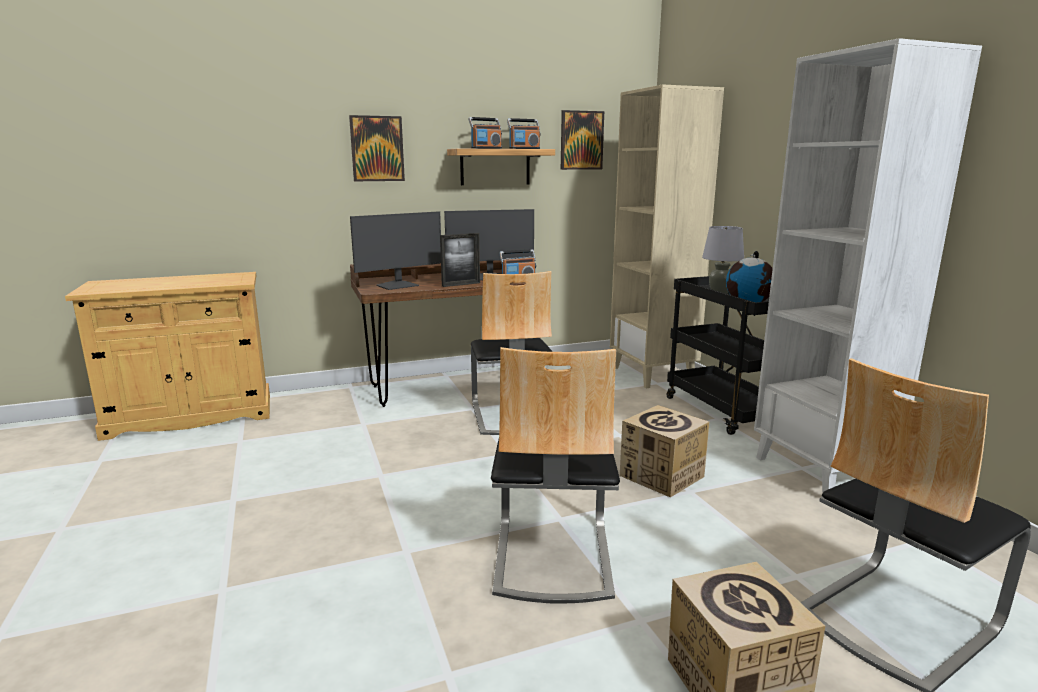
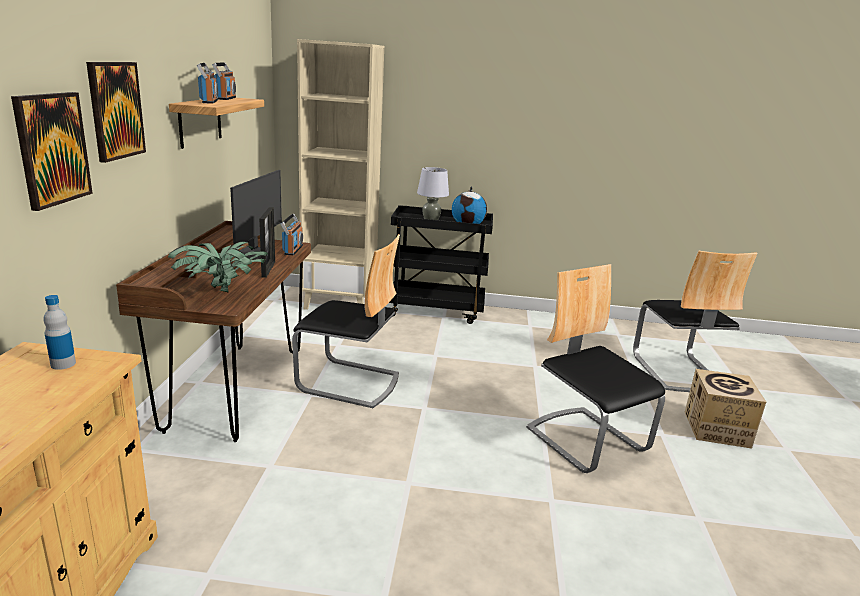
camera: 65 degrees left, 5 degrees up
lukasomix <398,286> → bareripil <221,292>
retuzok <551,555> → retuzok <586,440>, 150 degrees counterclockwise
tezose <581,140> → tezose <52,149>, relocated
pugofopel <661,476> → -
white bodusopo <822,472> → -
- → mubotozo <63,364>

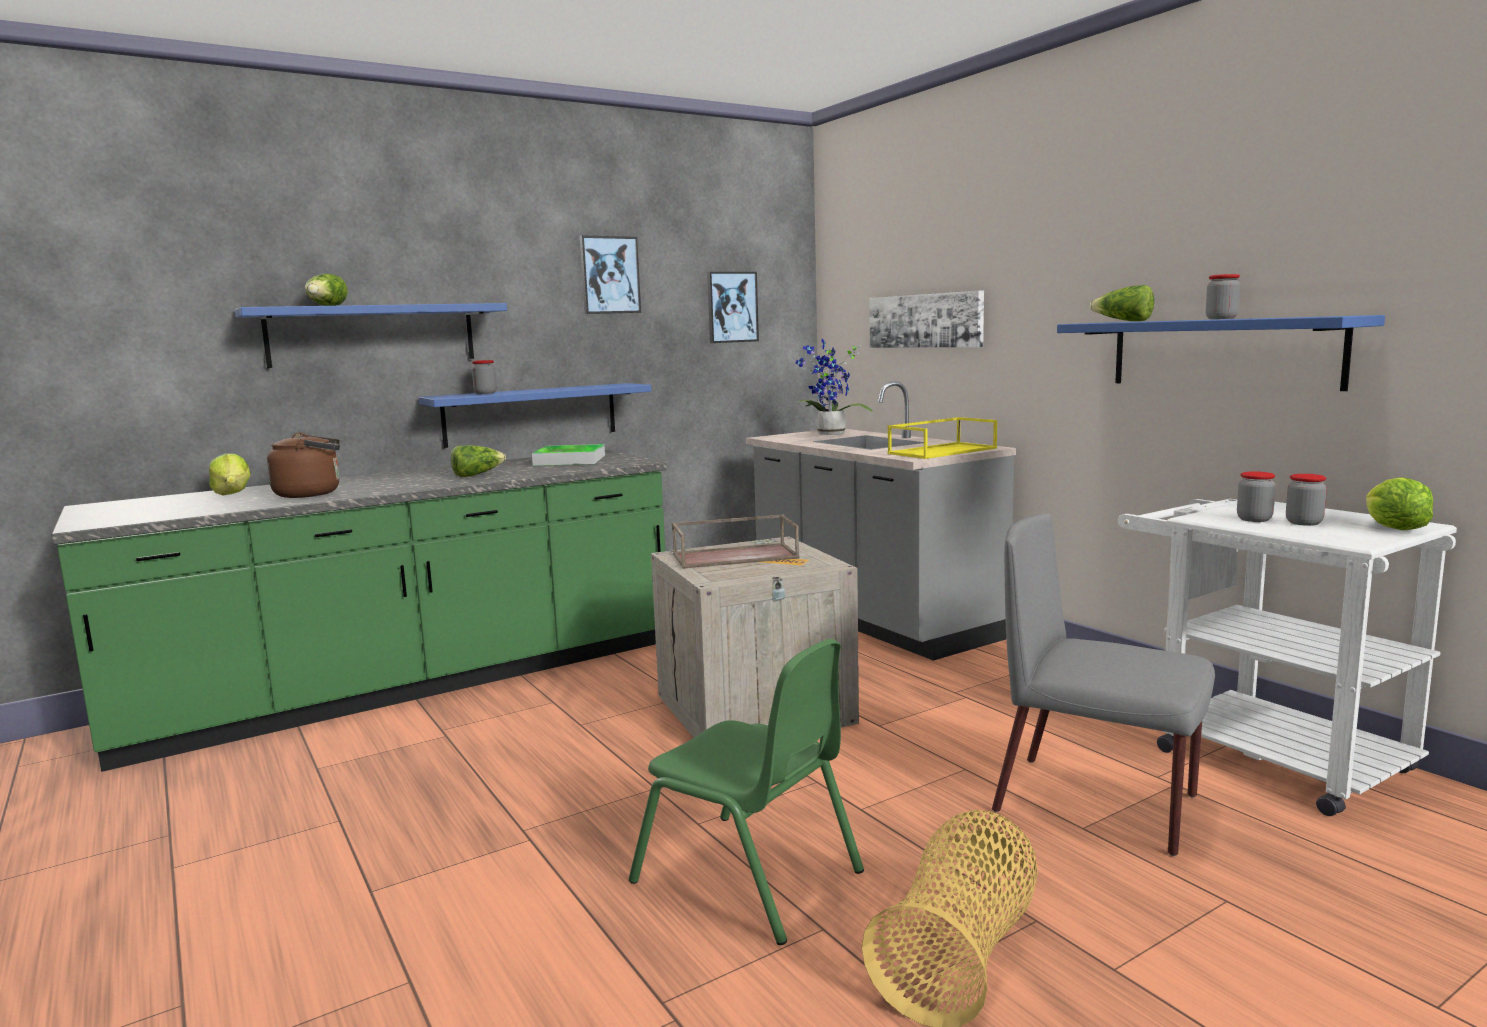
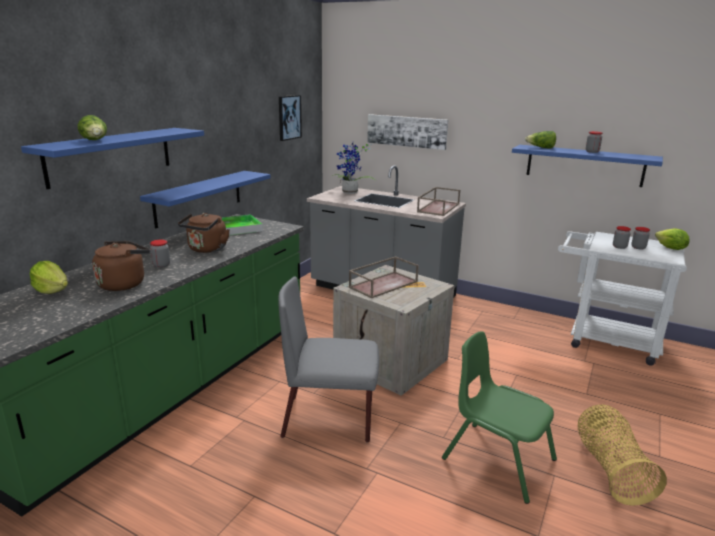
camera: 30 degrees left, 10 degrees up
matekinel <477,475> → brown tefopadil <206,249>
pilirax <485,393> → pilirax <161,265>, relocated
tezose <609,275> → -
green retuzok <748,877> → green retuzok <498,459>, 150 degrees counterclockwise
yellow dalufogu <942,451> → brown dalufogu <438,207>
grey retuzok <1099,804> → grey retuzok <330,419>, relocated

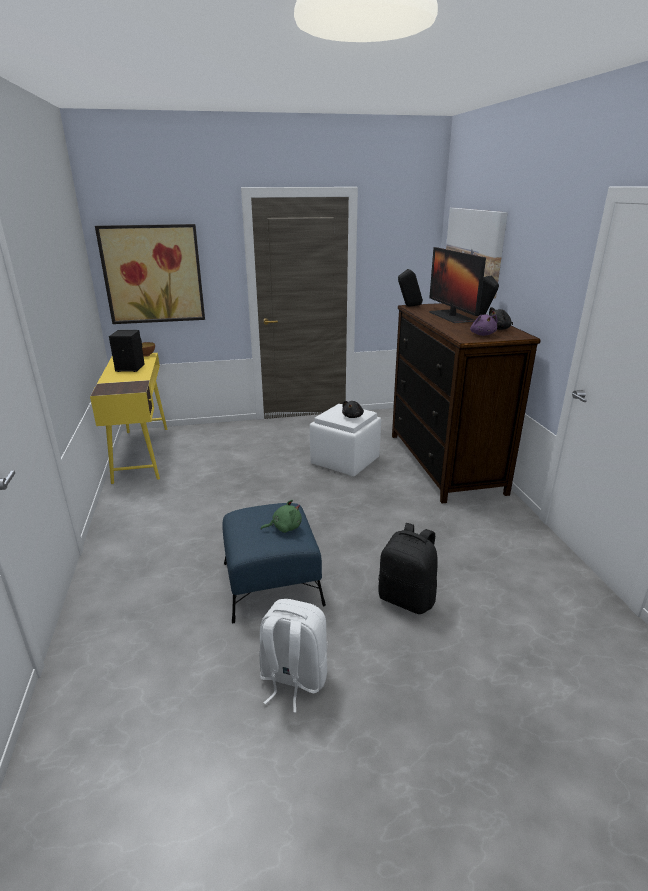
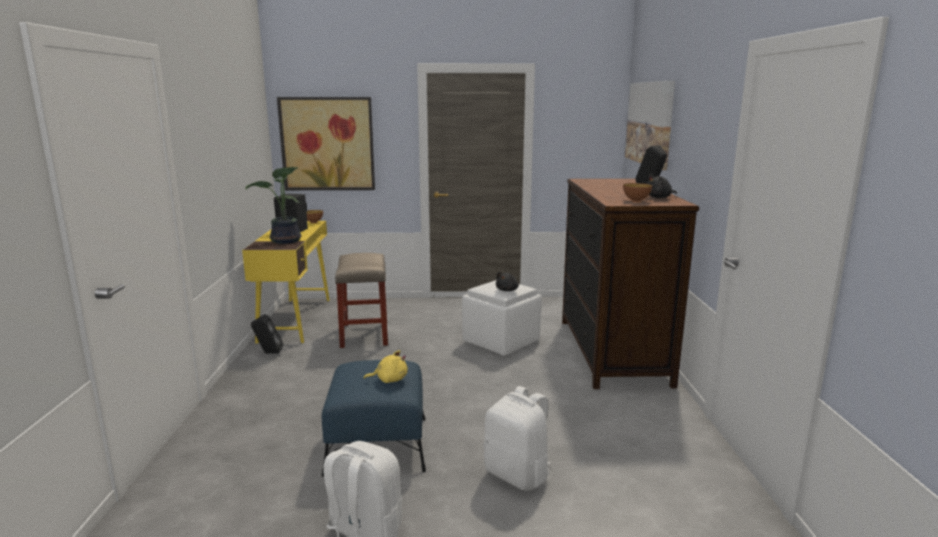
camera: 10 degrees right, 10 degrees down
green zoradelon <284,527> → yellow zoradelon <389,379>
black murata <407,598> → white murata <518,475>
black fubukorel <408,306> → black fubukorel <268,353>, relocated
lukasomix <451,316> → -
purple zoradelon <482,334> → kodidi <636,201>
- → bareripil <285,241>
- → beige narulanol <365,335>

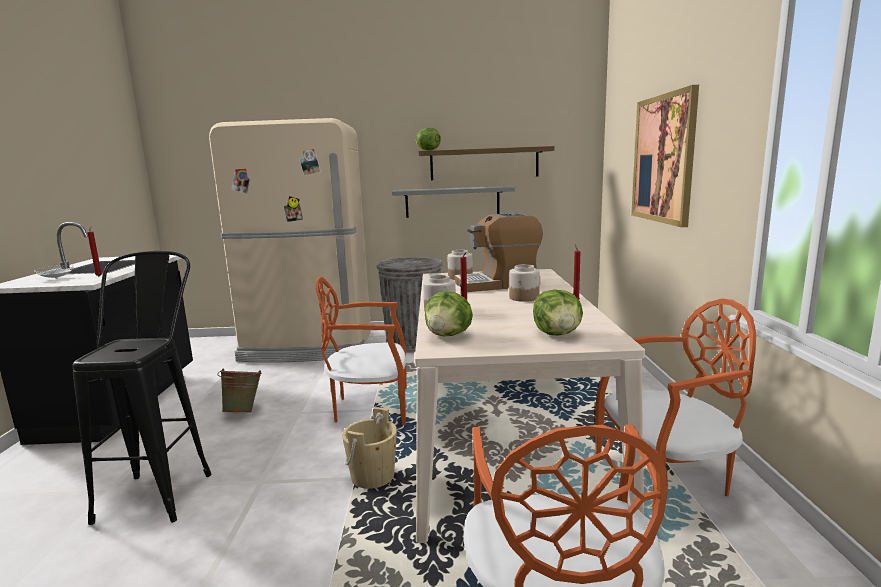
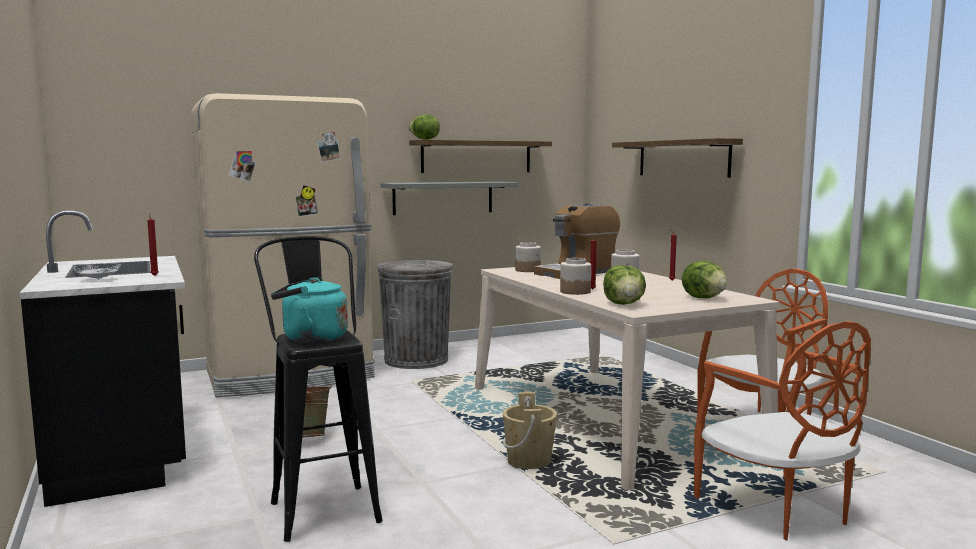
camera: 25 degrees left, 5 degrees down
orange retuzok <370,408> → -
tezose <663,159> → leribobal <682,158>
- → turquoise tefopadil <310,338>

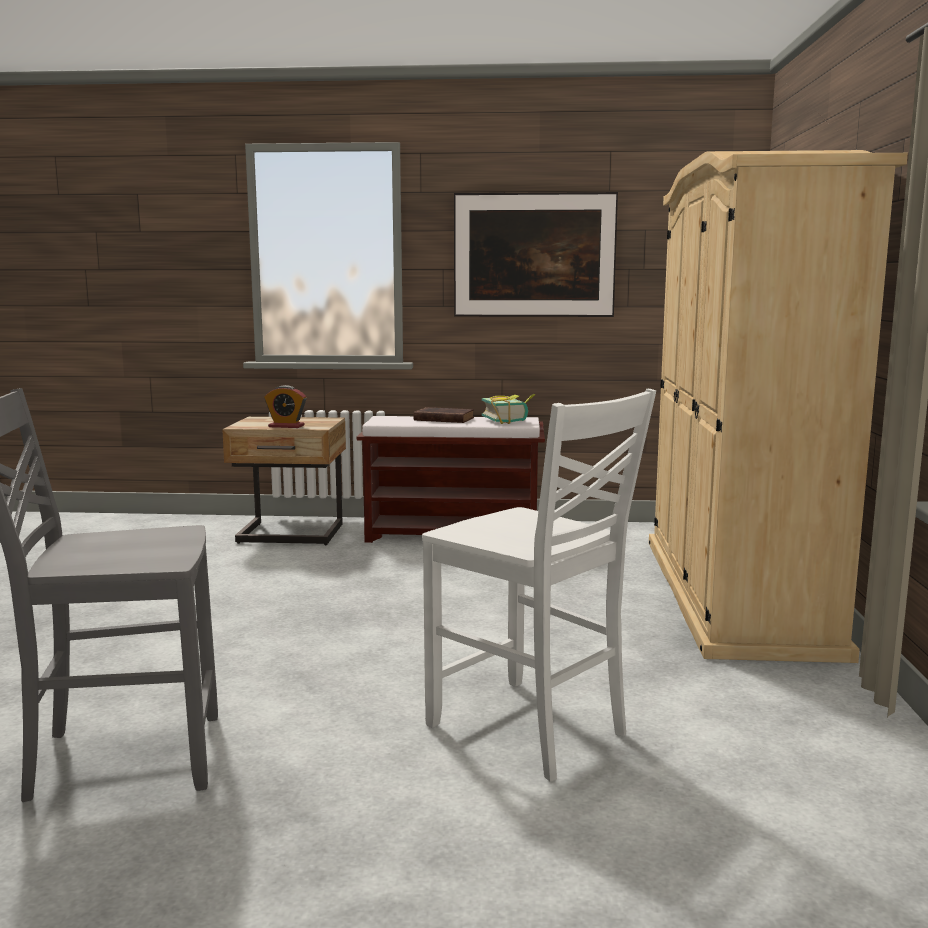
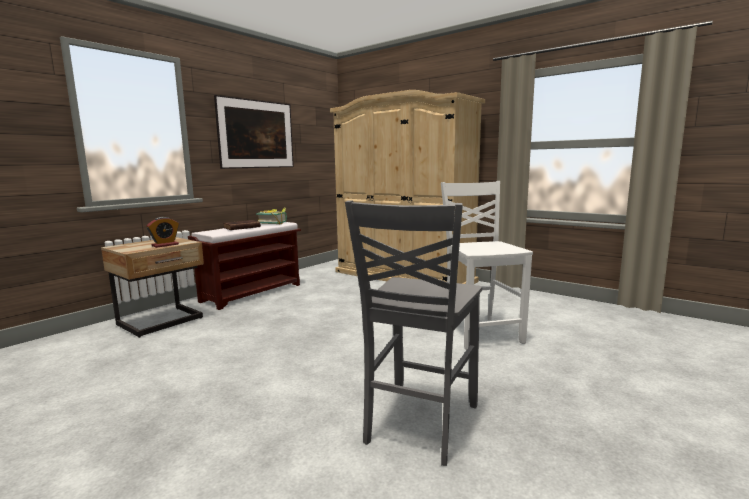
camera: 55 degrees left, 0 degrees up
white retuzok <530,730> → white retuzok <480,332>, 90 degrees counterclockwise

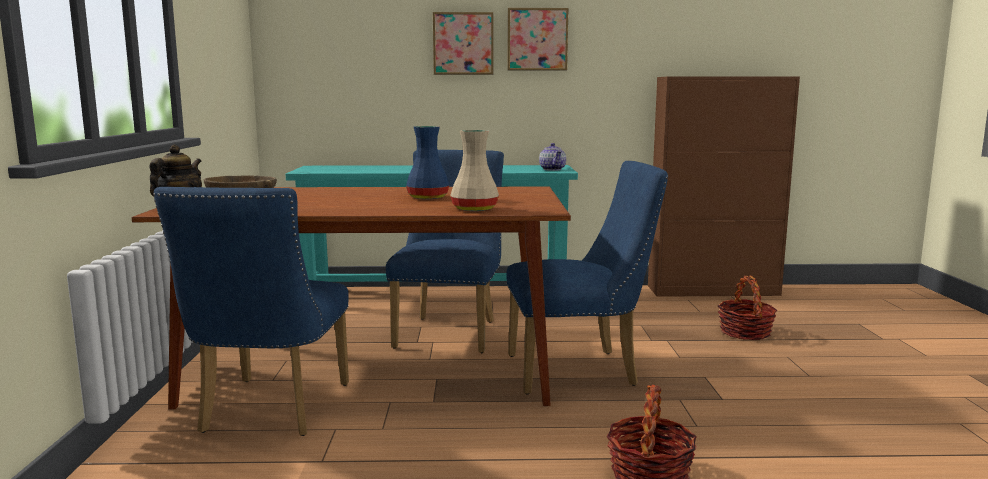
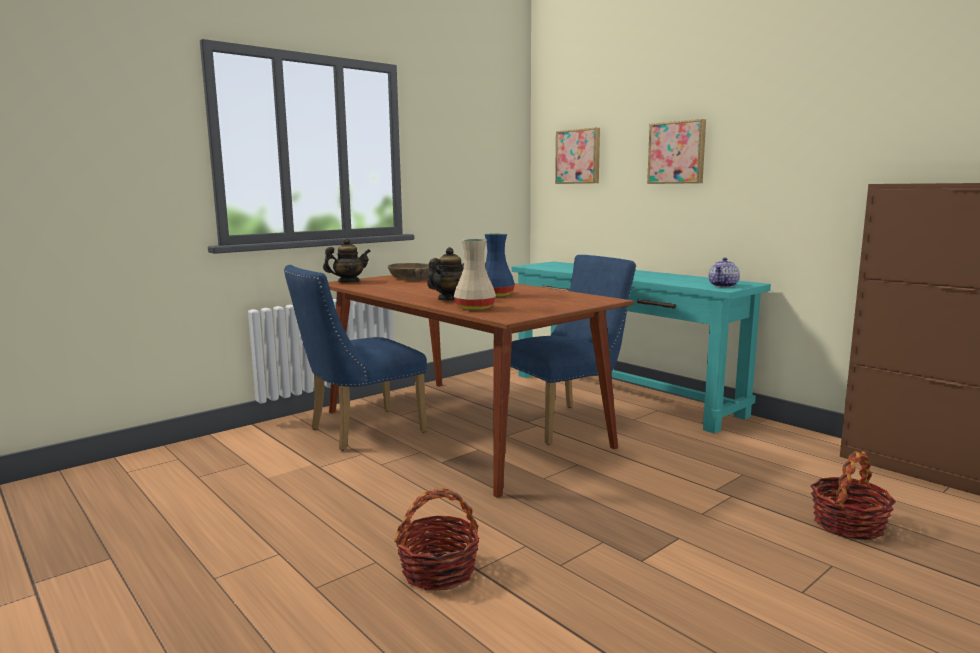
camera: 50 degrees right, 0 degrees up
blue retuzok <581,371> → -
tezose <537,39> → tezose <579,156>, relocated
- → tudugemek <450,299>

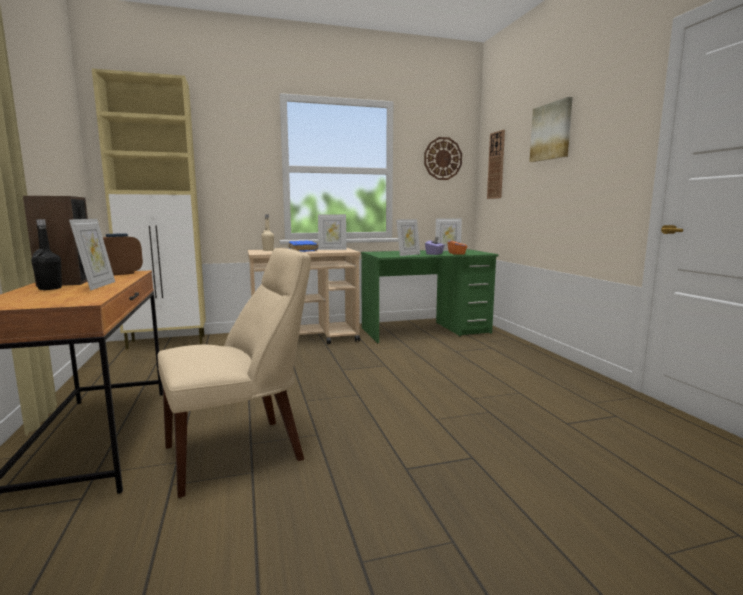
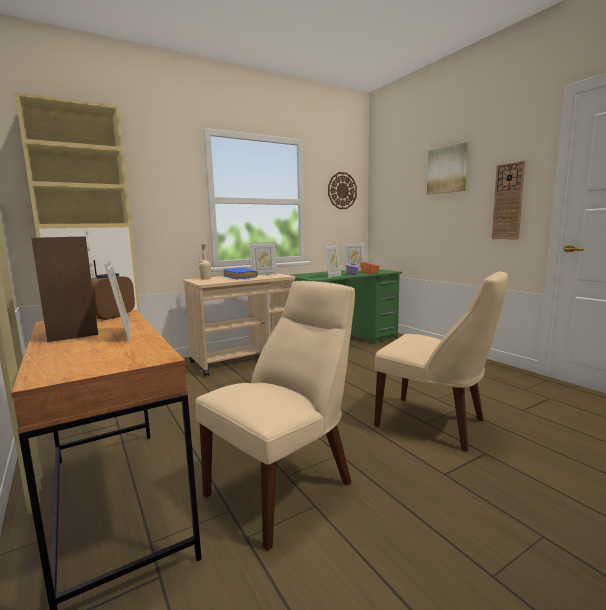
camera: 15 degrees left, 0 degrees up
black mubotozo <50,288> → -
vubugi <496,165> → vubugi <508,201>, relocated
- → beige retuzok <435,424>

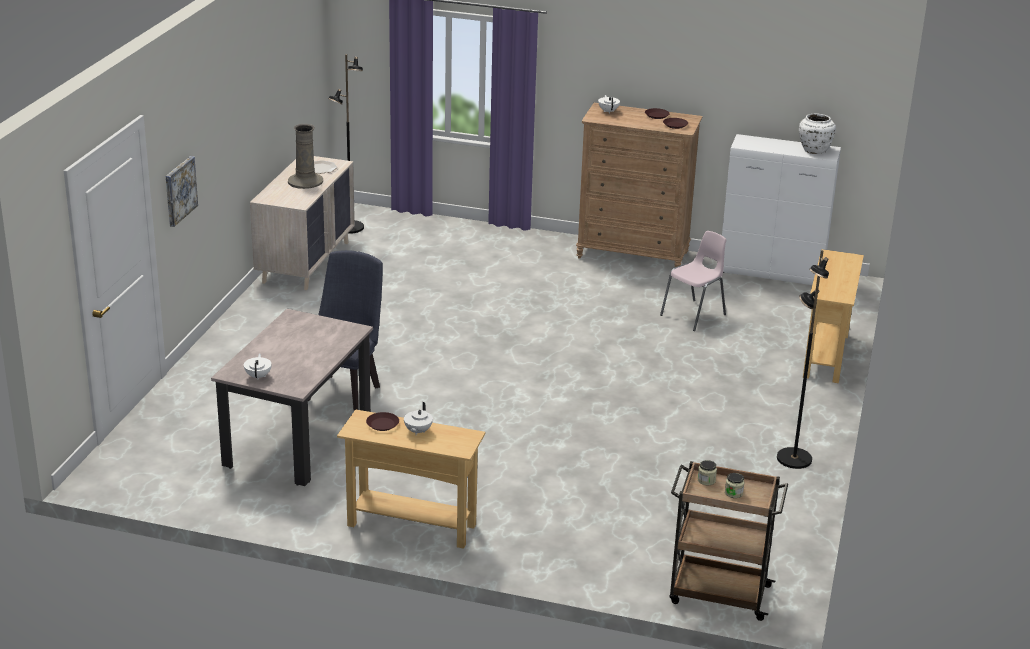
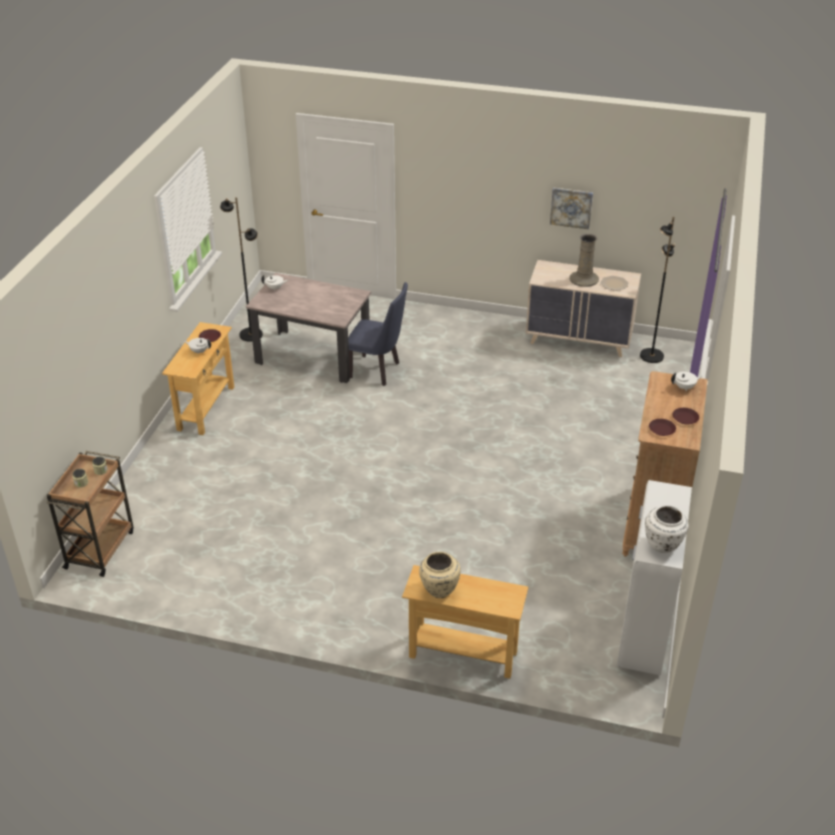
camera: 90 degrees right, 10 degrees up
tezose <179,190> → tezose <571,207>, relocated
pink retuzok <694,315> → -
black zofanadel <793,459> → black zofanadel <251,334>, relocated
- → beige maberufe <439,588>

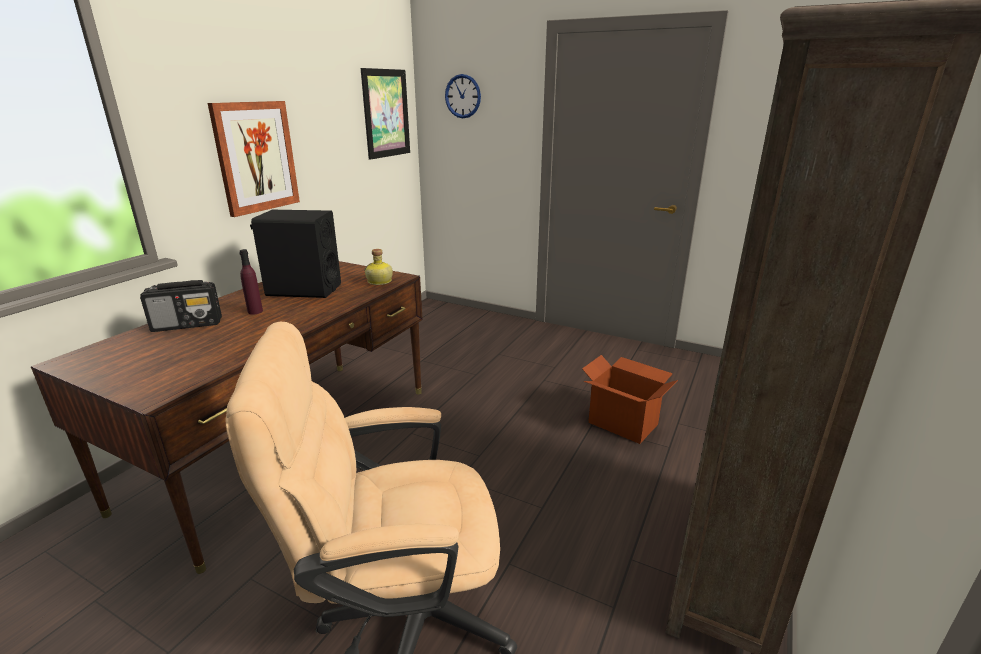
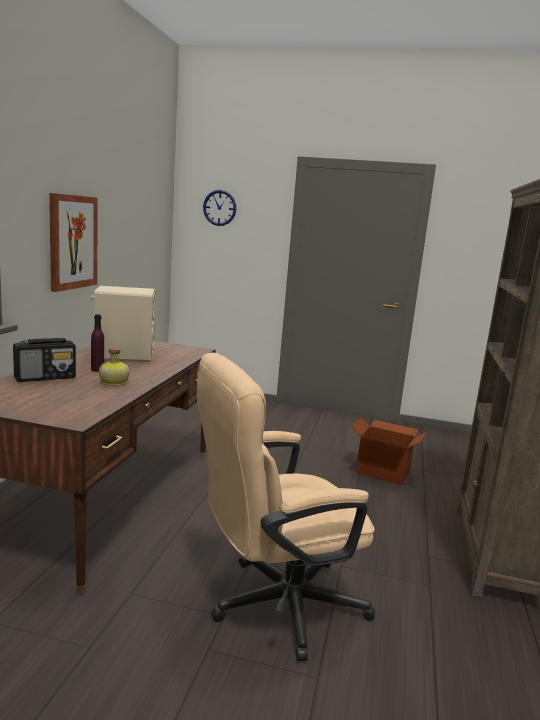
camera: 15 degrees left, 10 degrees down
black fubukorel <303,290> → beige fubukorel <124,356>
tezose <386,113> → -
mubotozo <379,282> → mubotozo <114,382>, relocated

